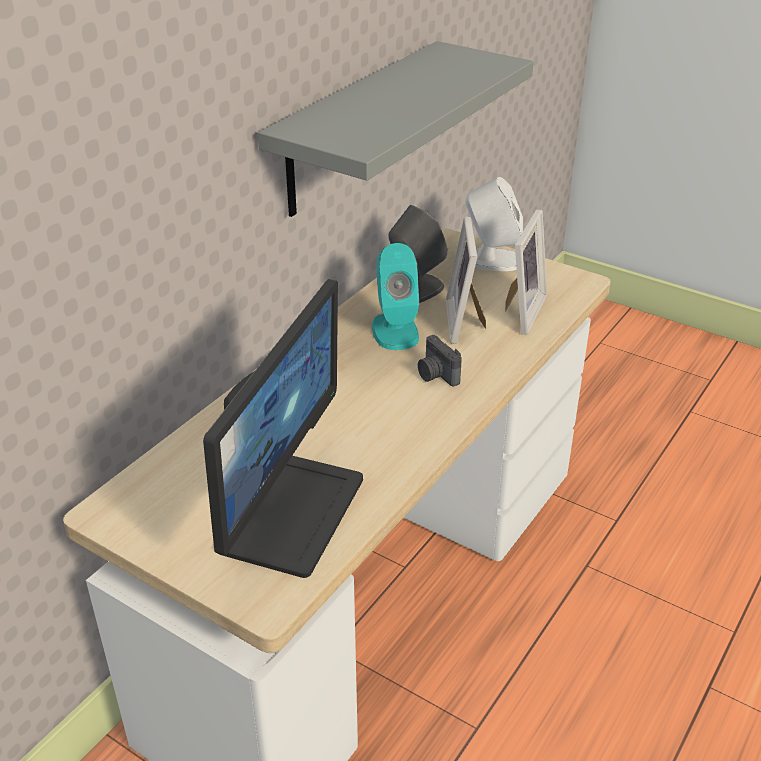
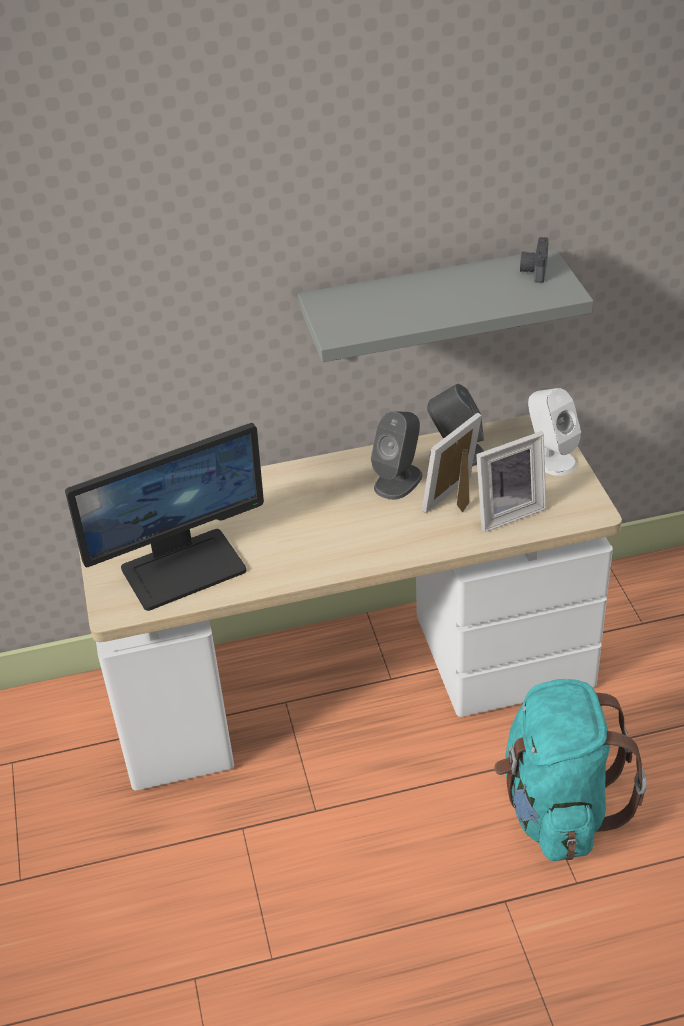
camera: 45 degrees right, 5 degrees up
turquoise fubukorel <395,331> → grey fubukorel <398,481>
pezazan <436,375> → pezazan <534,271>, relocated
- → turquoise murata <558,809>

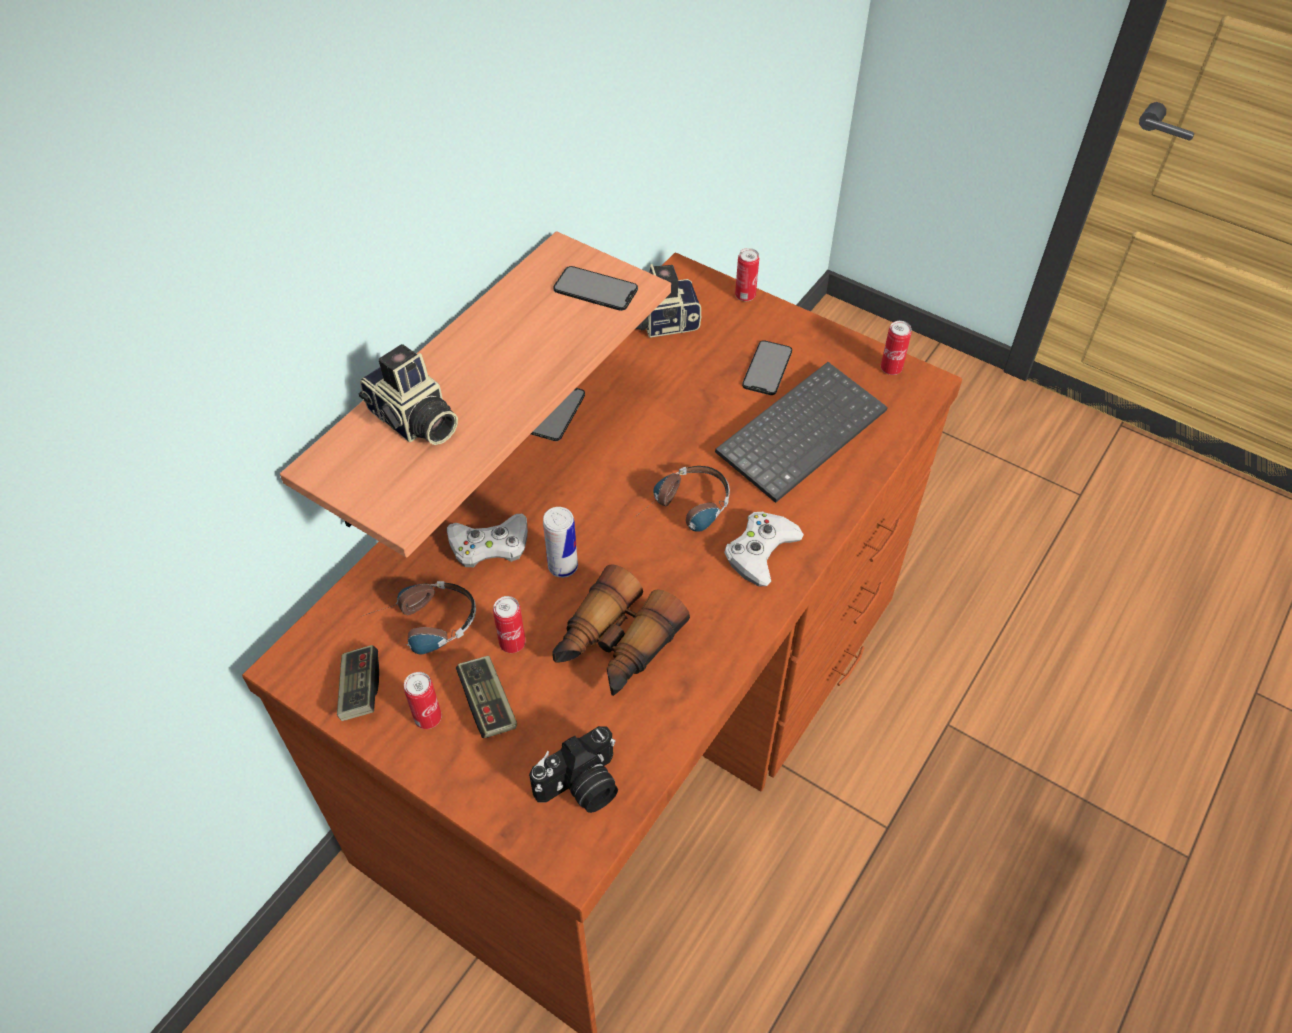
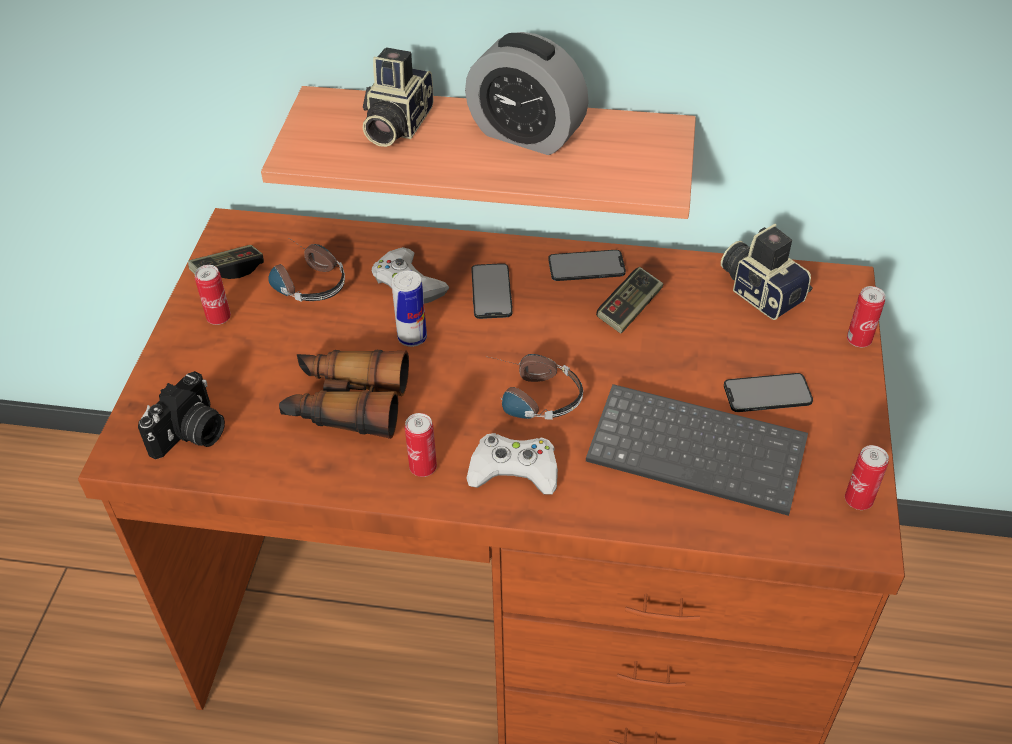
camera: 65 degrees right, 5 degrees down
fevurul <488,703> → fevurul <629,309>, relocated
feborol <512,643> → feborol <423,468>, relocated
pezazan <581,787> → pezazan <191,435>, 90 degrees counterclockwise
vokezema <595,289> → vokezema <491,291>, relocated
- → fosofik <526,134>

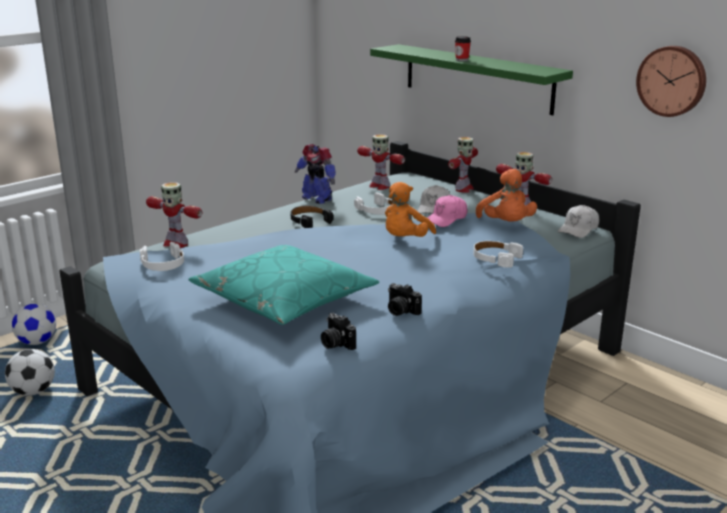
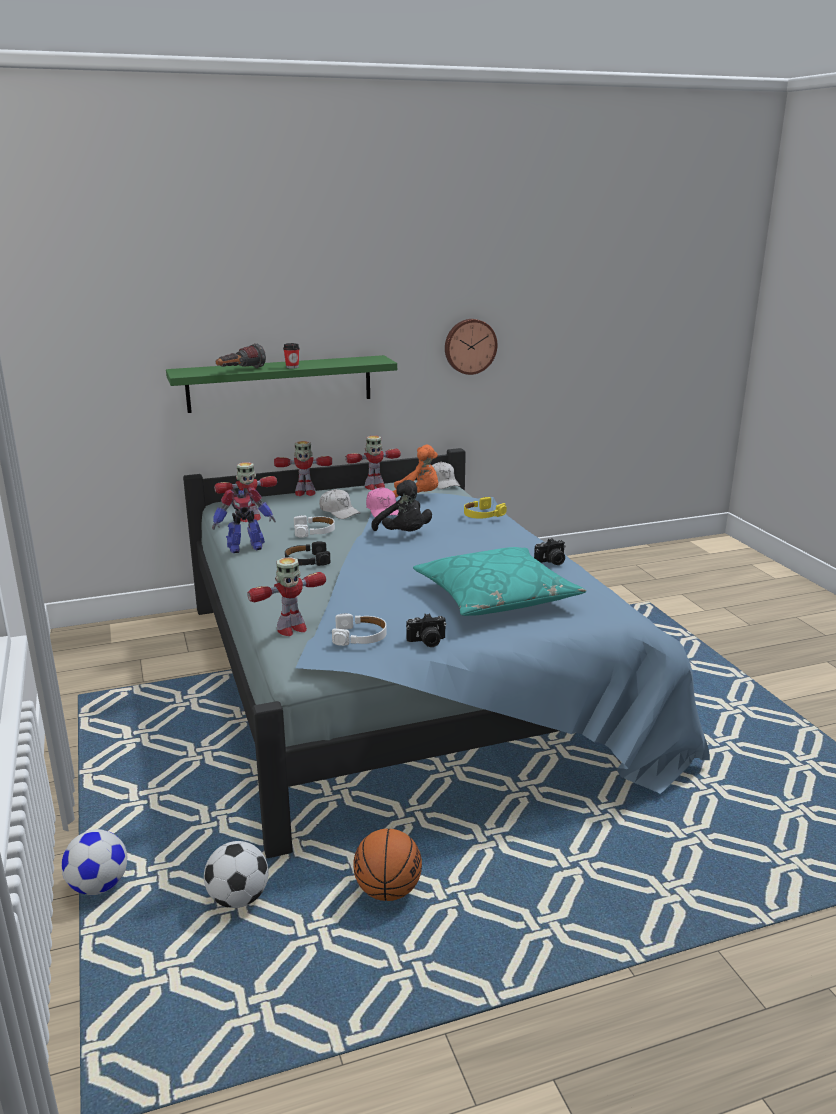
camera: 65 degrees left, 0 degrees up
pezazan <336,343> → pezazan <427,642>, relocated
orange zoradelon <405,240> → black zoradelon <404,535>
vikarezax <463,189> → vikarezax <304,493>, 120 degrees clockwise
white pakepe <495,258> → yellow pakepe <482,514>
- → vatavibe <240,371>
- → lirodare <387,891>

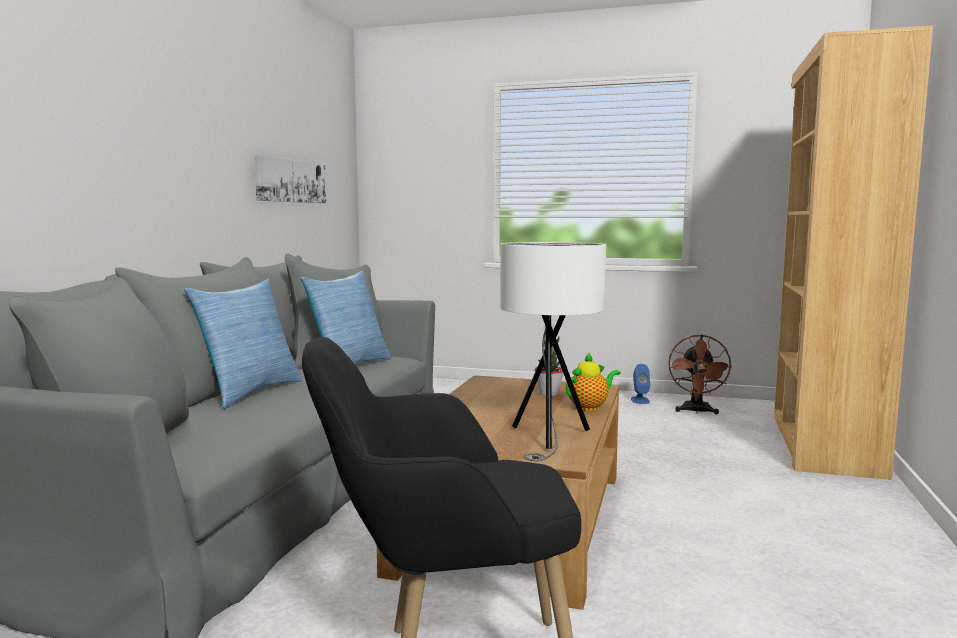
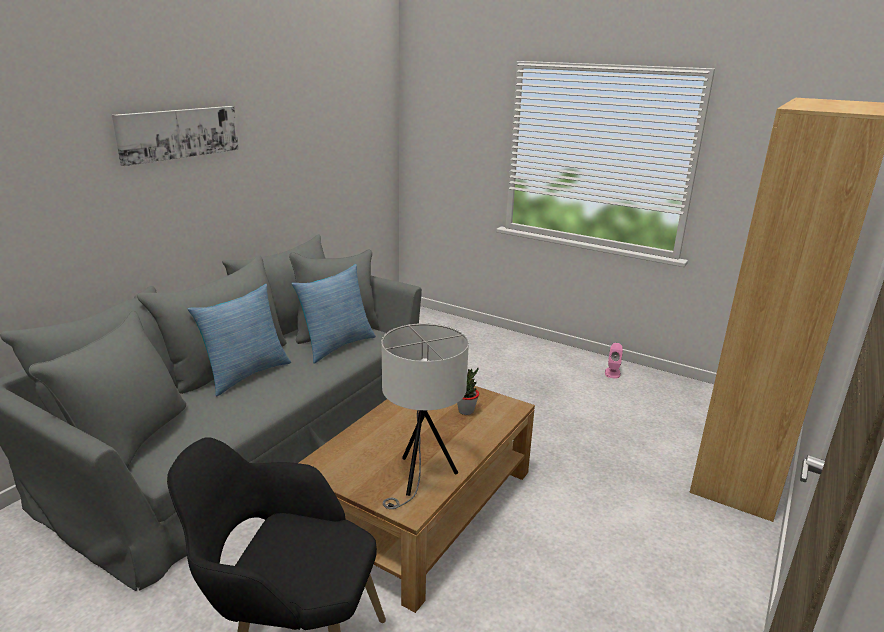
camera: 15 degrees right, 15 degrees up
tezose <290,181> → tezose <179,133>, relocated
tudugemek <590,407> → -
blue fubukorel <640,400> → pink fubukorel <612,373>
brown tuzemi <696,411> → -

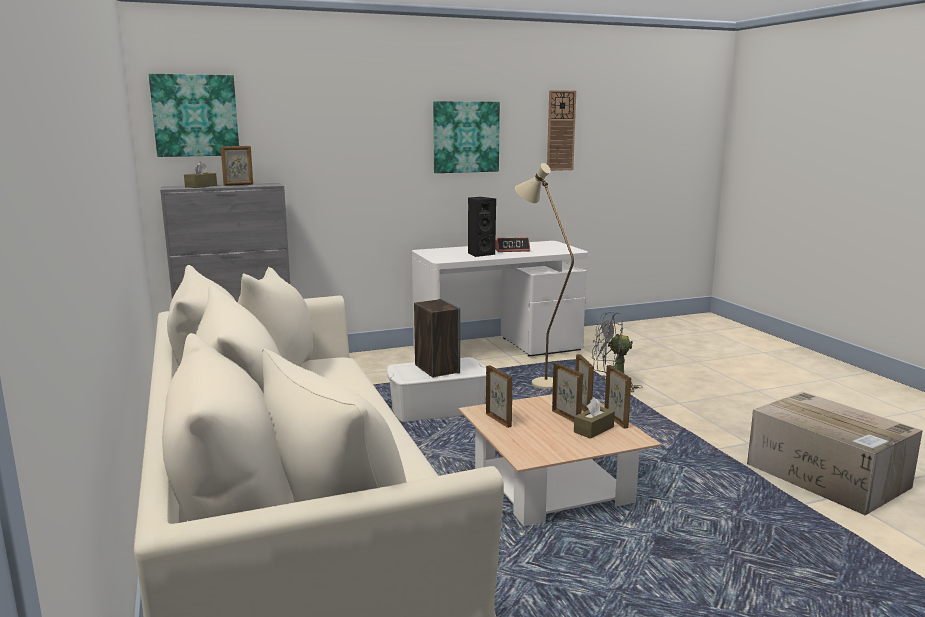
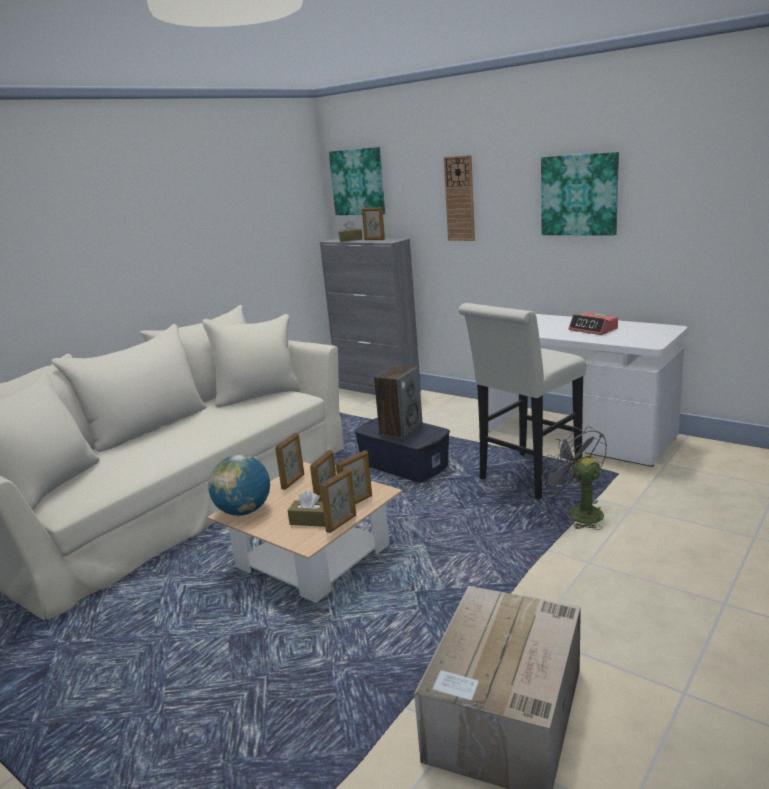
camera: 60 degrees right, 5 degrees up
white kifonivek <437,408> → blue kifonivek <404,465>
black fubukorel <480,254> → -
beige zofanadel <537,382> → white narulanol <525,478>
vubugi <560,130> → vubugi <460,199>, relocated
- → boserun <244,511>

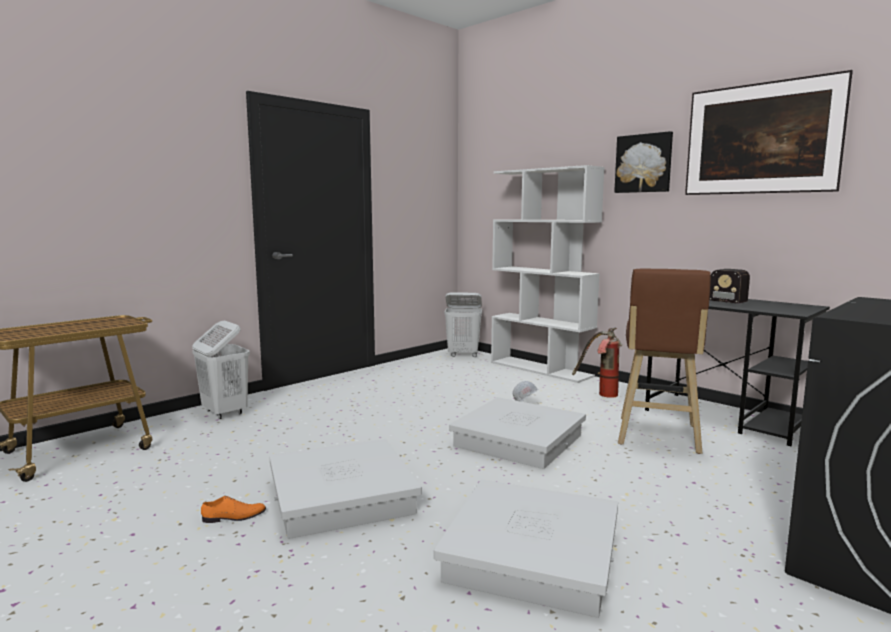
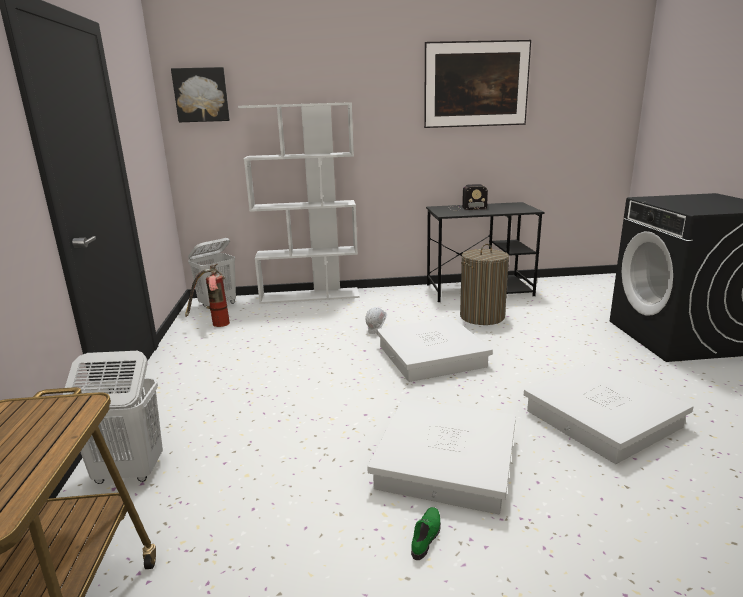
camera: 50 degrees left, 10 degrees up
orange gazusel <234,516> → green gazusel <426,535>
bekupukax <600,394> → bekupukax <215,325>, relocated
tezose <644,163> → tezose <201,95>, relocated
brown narulanol <657,436> → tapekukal <482,317>

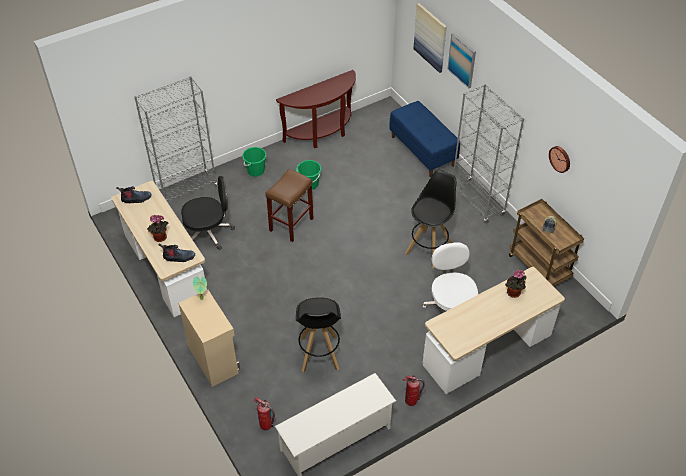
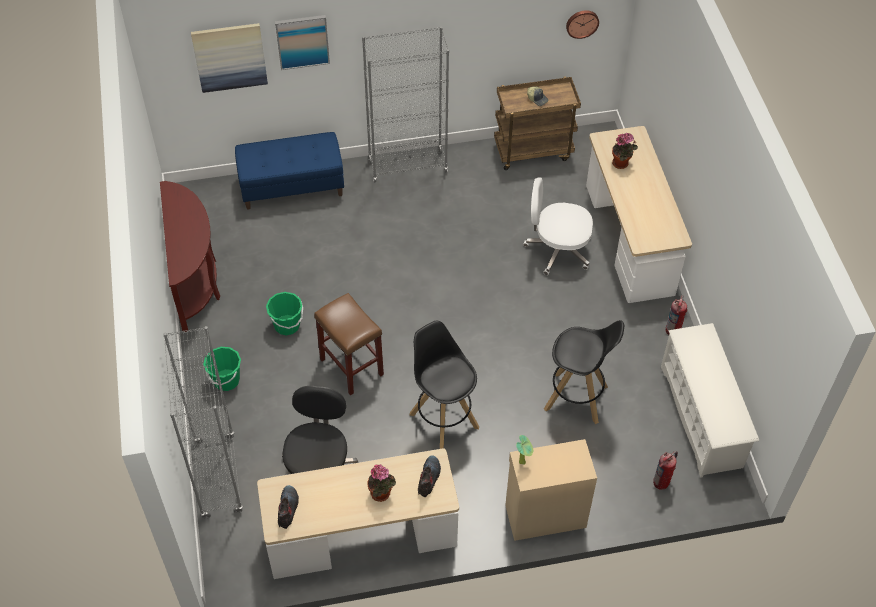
camera: 70 degrees left, 5 degrees up
black narulanol <429,248> → black narulanol <443,420>, relocated
vubugi <560,158> → vubugi <582,23>, relocated

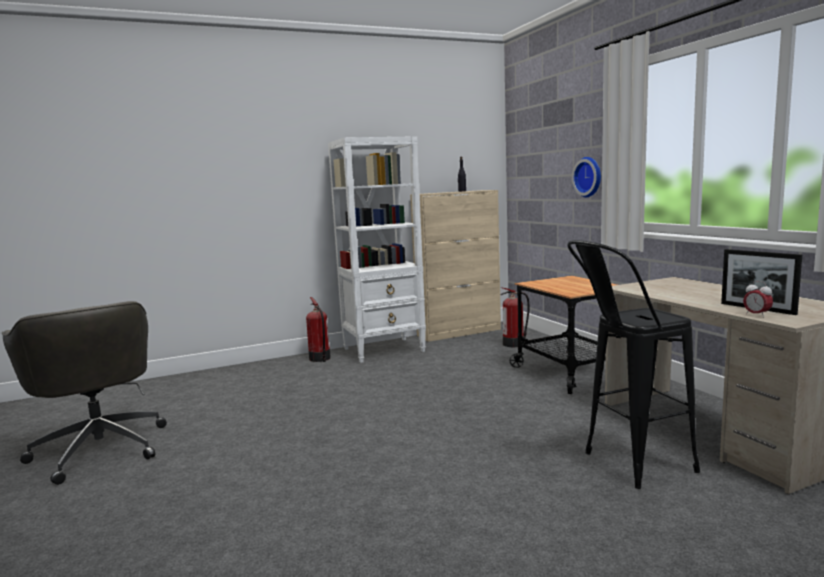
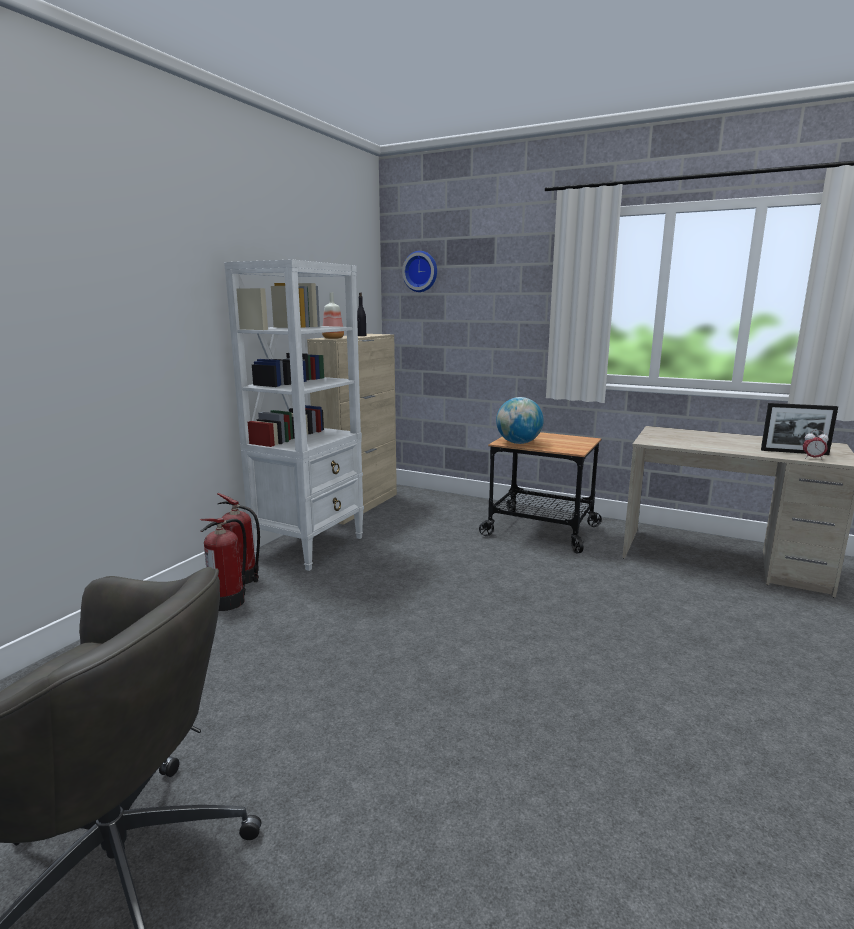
camera: 40 degrees left, 5 degrees up
bekupukax <514,344> → bekupukax <229,601>, relocated
black narulanol <626,466> → -
vubugi <589,177> → vubugi <421,271>, relocated
- → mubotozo <334,338>
- → boserun <518,443>

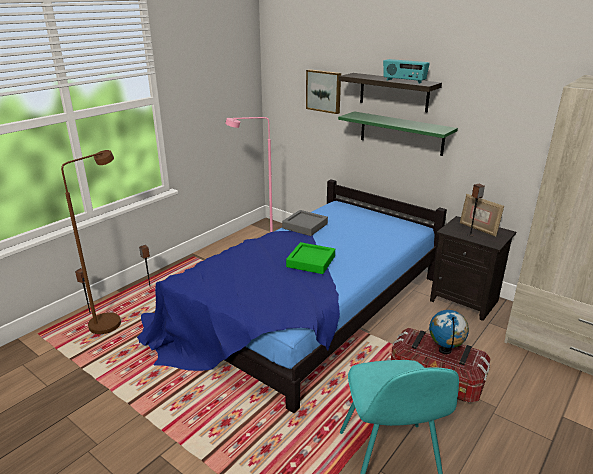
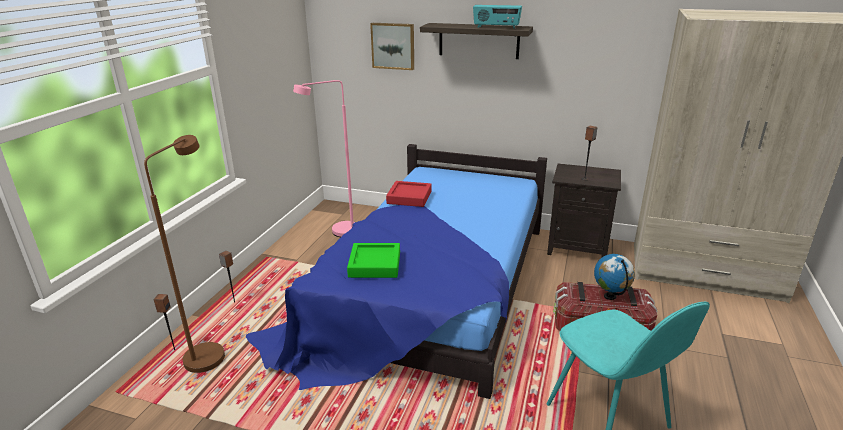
camera: 20 degrees left, 0 degrees up
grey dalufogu <305,226> → red dalufogu <409,197>
green dalufogu <311,261> → green dalufogu <374,264>, relocated
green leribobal <401,133> → -
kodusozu <478,229> → -

